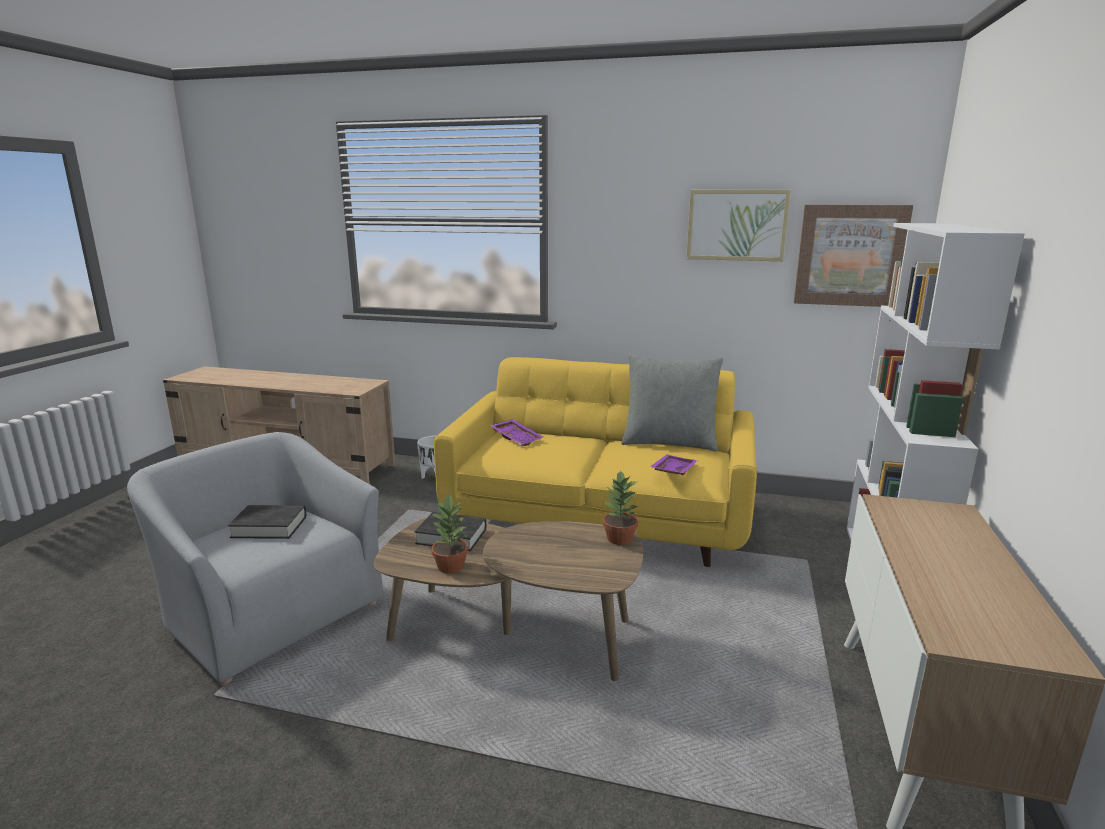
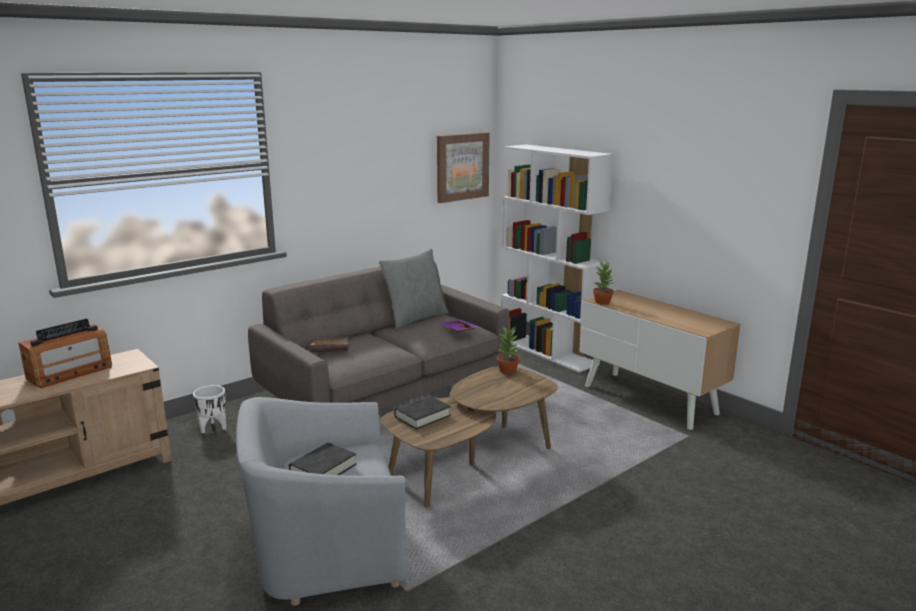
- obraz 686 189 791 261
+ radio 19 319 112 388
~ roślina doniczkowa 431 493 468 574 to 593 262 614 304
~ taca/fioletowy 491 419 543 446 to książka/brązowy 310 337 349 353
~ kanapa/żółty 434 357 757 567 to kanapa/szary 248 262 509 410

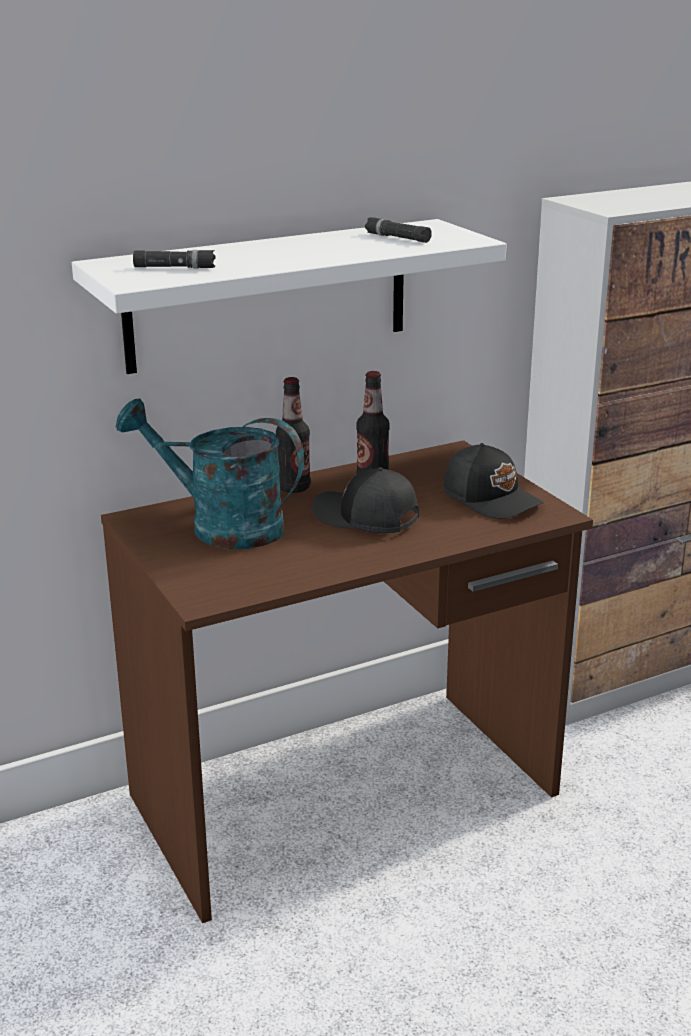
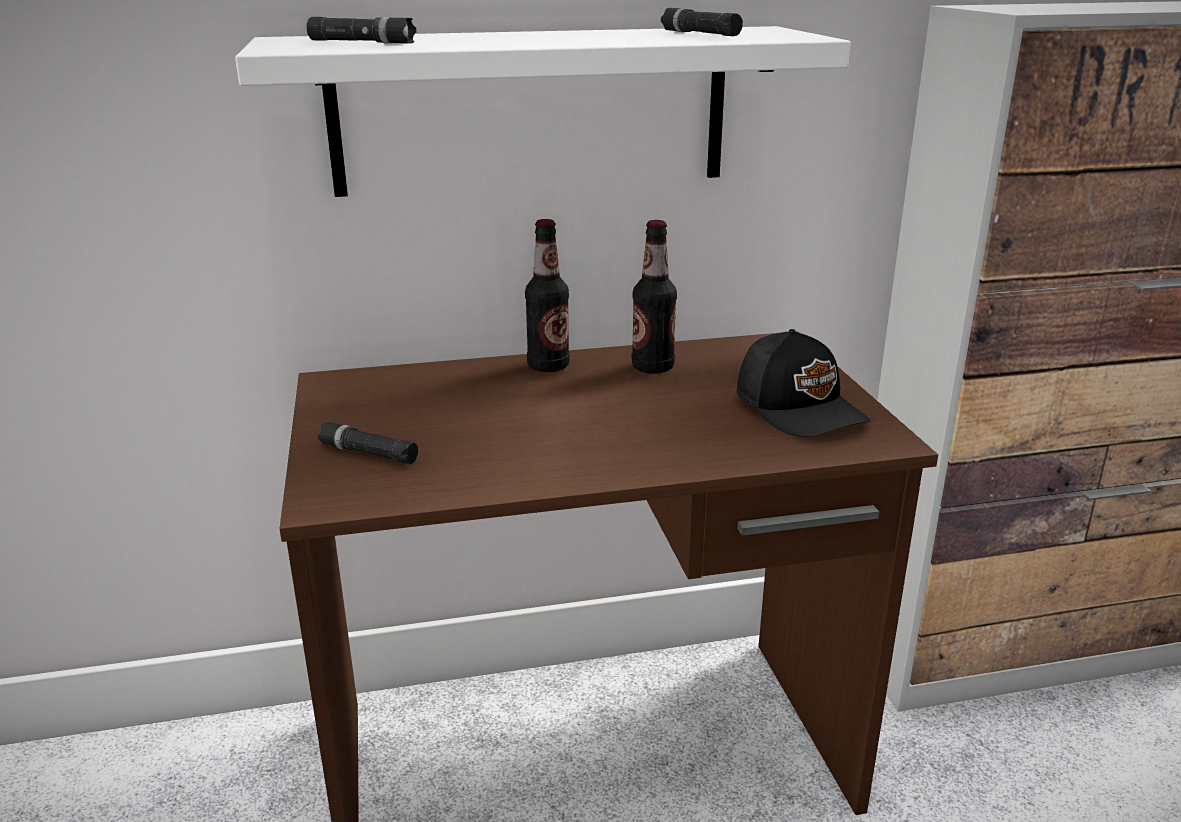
- konewka/turkusowy 116 399 304 549
- czapka z daszkiem/czarny 312 467 419 533
+ latarka/czarny 317 422 418 464

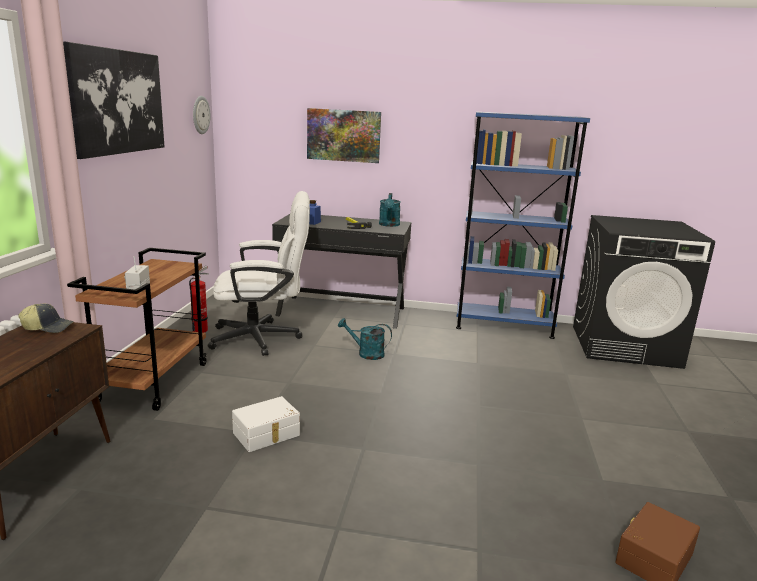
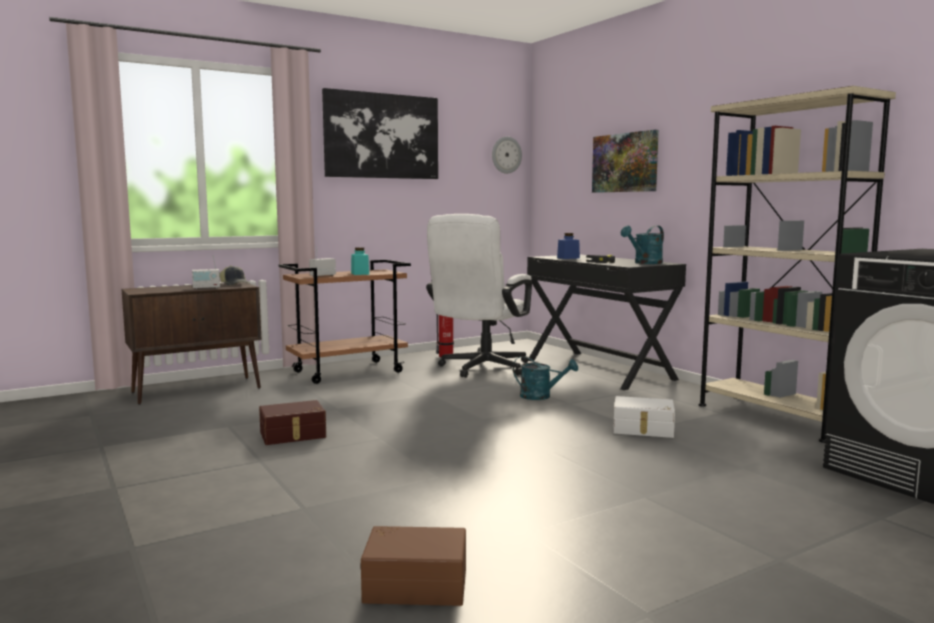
+ radio 192 255 220 289
+ pojemnik do przechowywania/brązowy 259 400 326 445
+ słoik/turkusowy 351 247 369 275
~ pojemnik do przechowywania/biały 232 396 300 452 to 613 396 675 438
~ regał/niebieski 456 112 590 339 to regał/beżowy 698 86 896 443
~ krzesło biurowe/biały 208 191 310 356 = 426 214 532 378 75 degrees clockwise
~ konewka/turkusowy 338 318 392 360 = 513 356 578 400 135 degrees clockwise

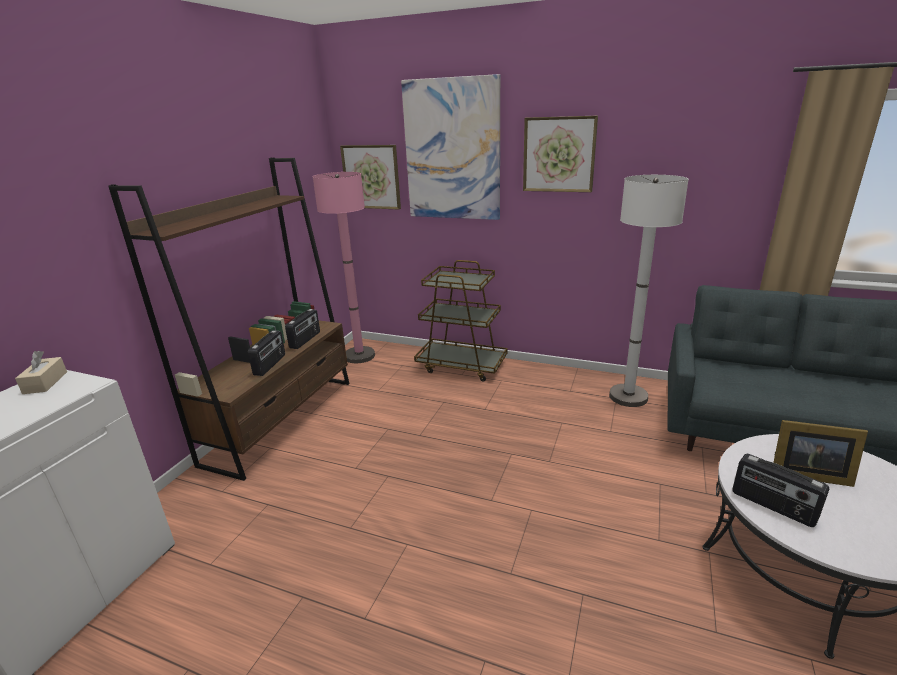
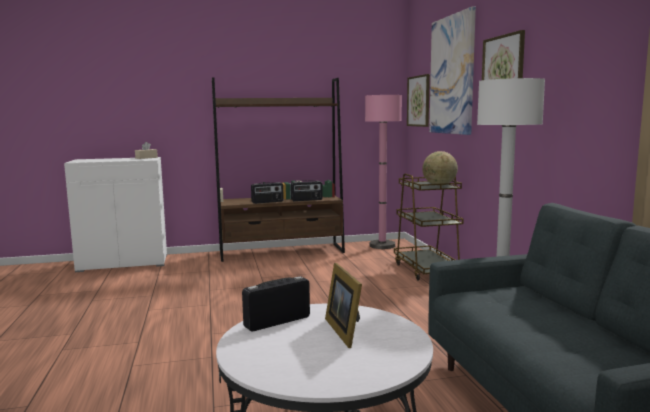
+ globus 422 151 458 186
~ radio 732 454 829 527 = 242 276 310 332 45 degrees clockwise

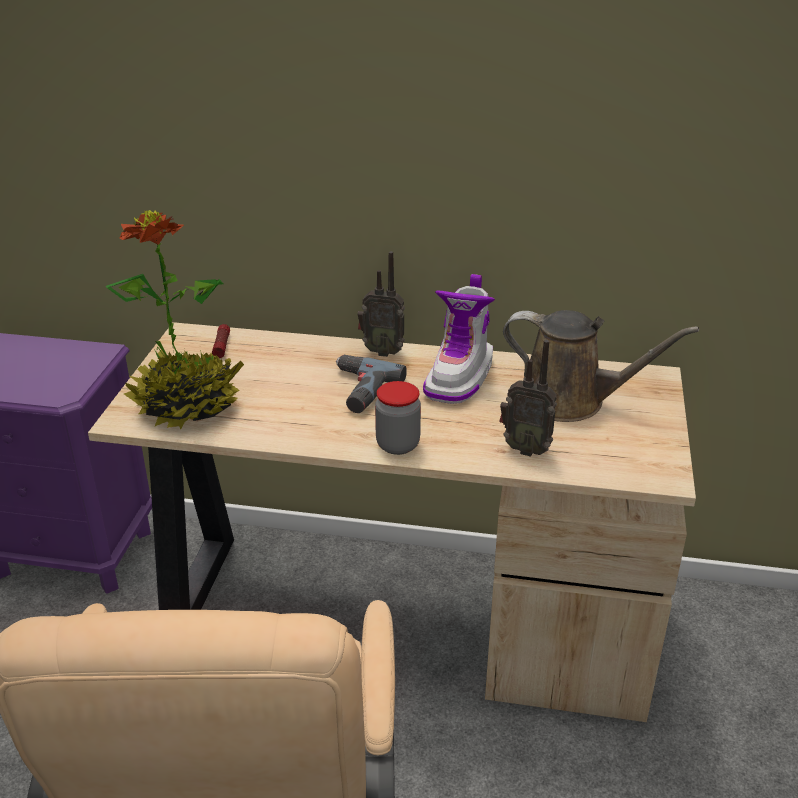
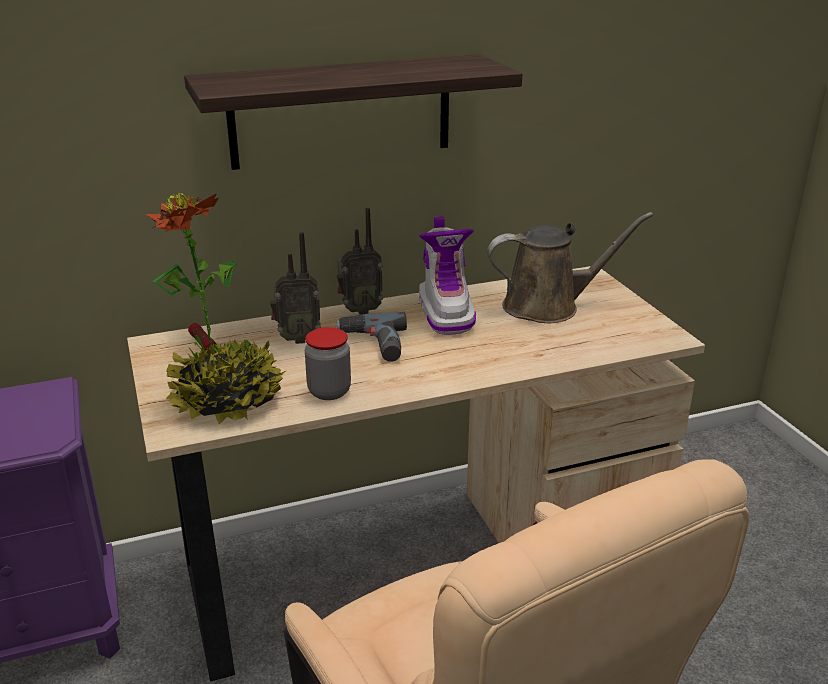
+ półka 184 54 522 170
~ słoik 375 381 421 455 to 305 327 351 400
~ radio 499 340 557 457 to 270 232 321 344

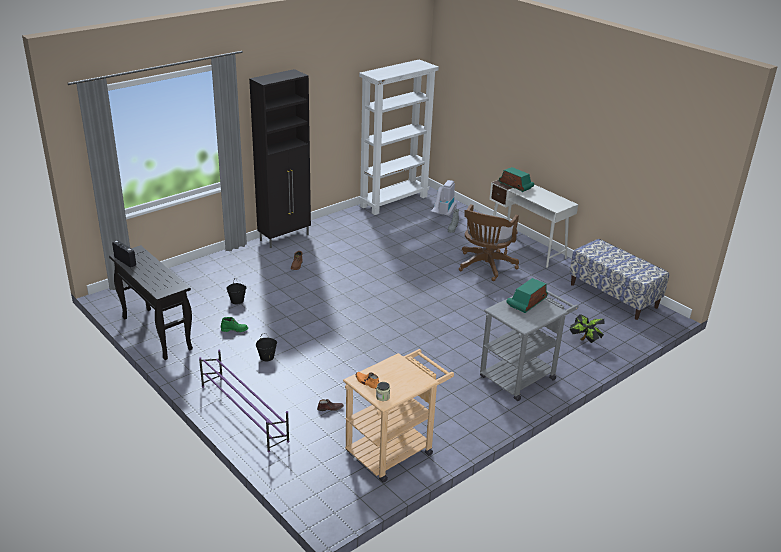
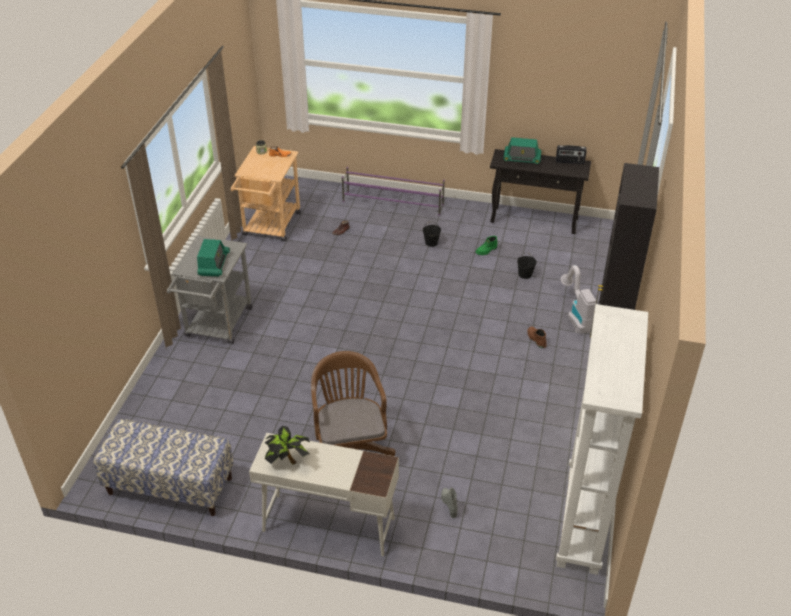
~ odkurzacz 431 180 457 216 to 561 265 596 334
~ radio 499 167 534 192 to 503 137 541 164
~ roślina doniczkowa 570 314 605 343 to 264 426 310 465

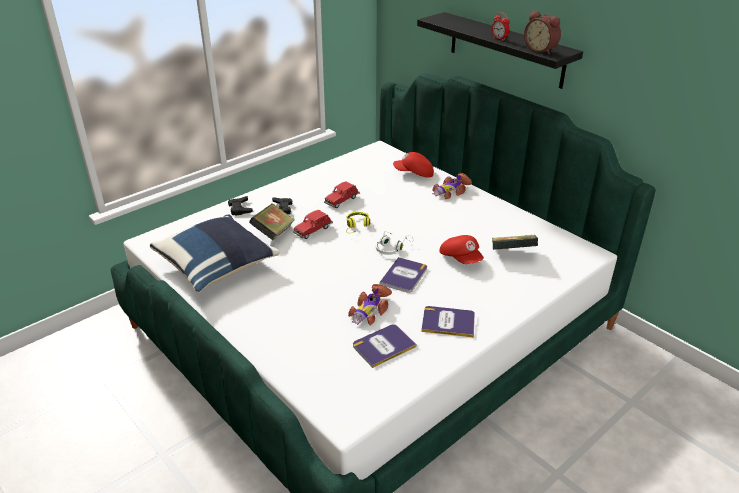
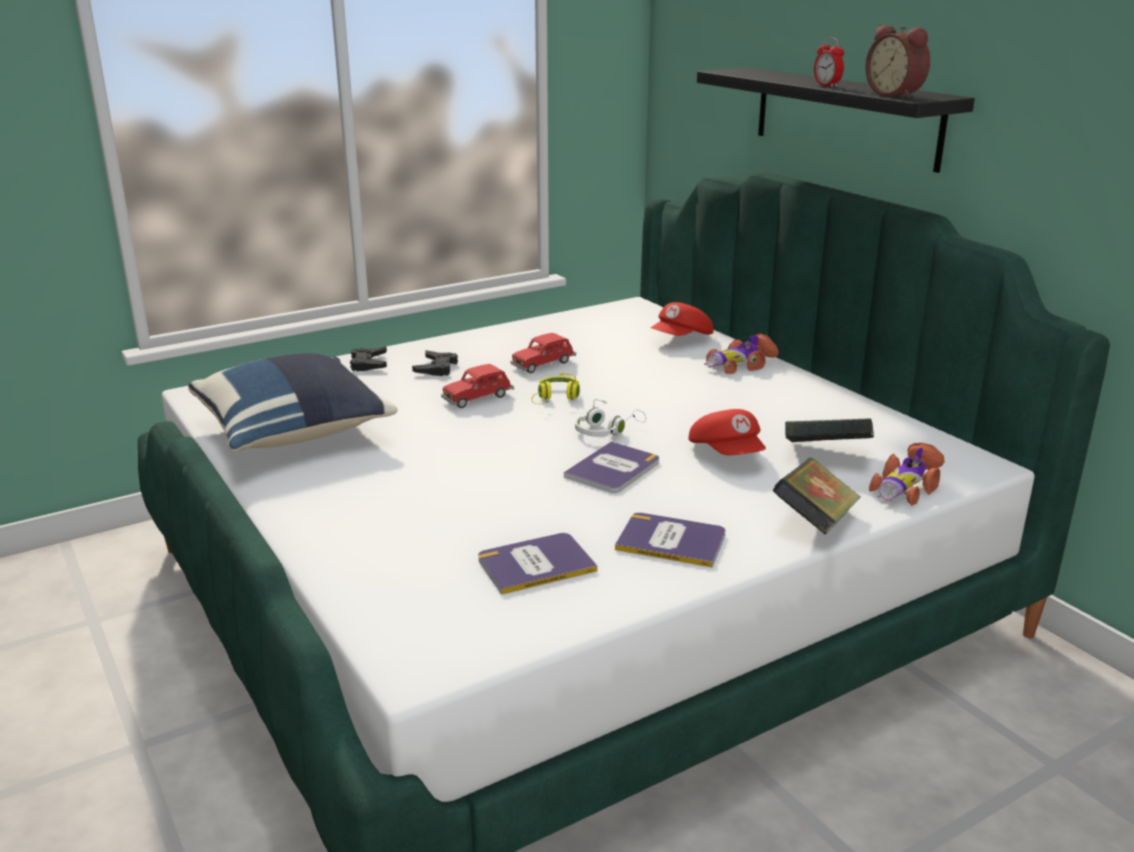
~ książka 249 203 295 240 to 772 458 861 534
~ samochodzik 348 284 392 326 to 869 443 945 506
~ czapka z daszkiem/czerwony 393 152 434 177 = 651 302 713 336 60 degrees counterclockwise

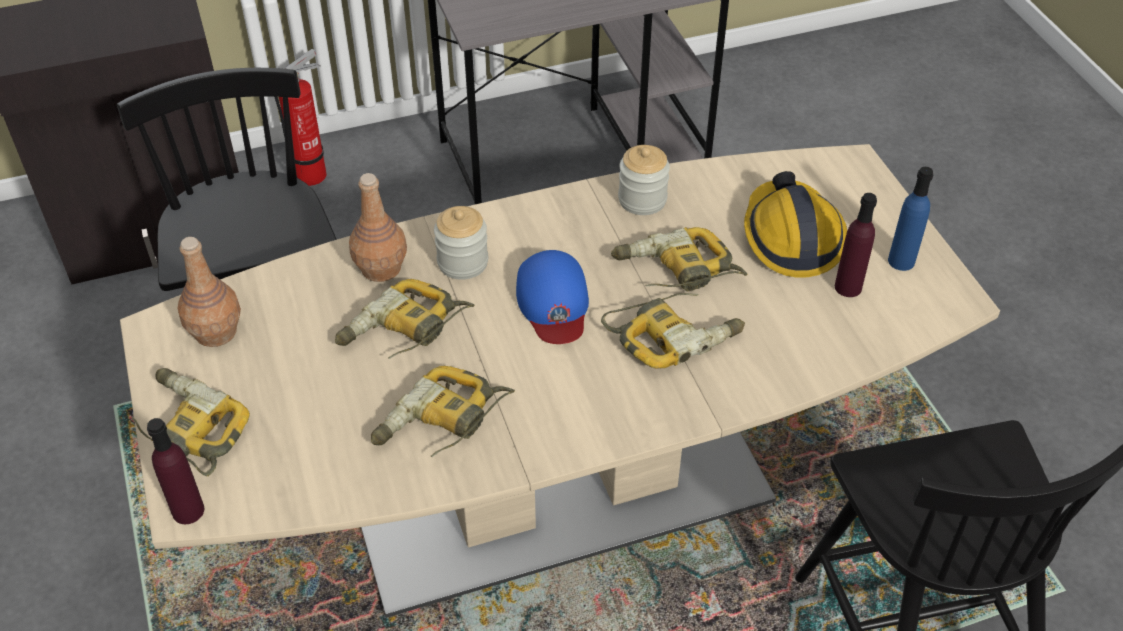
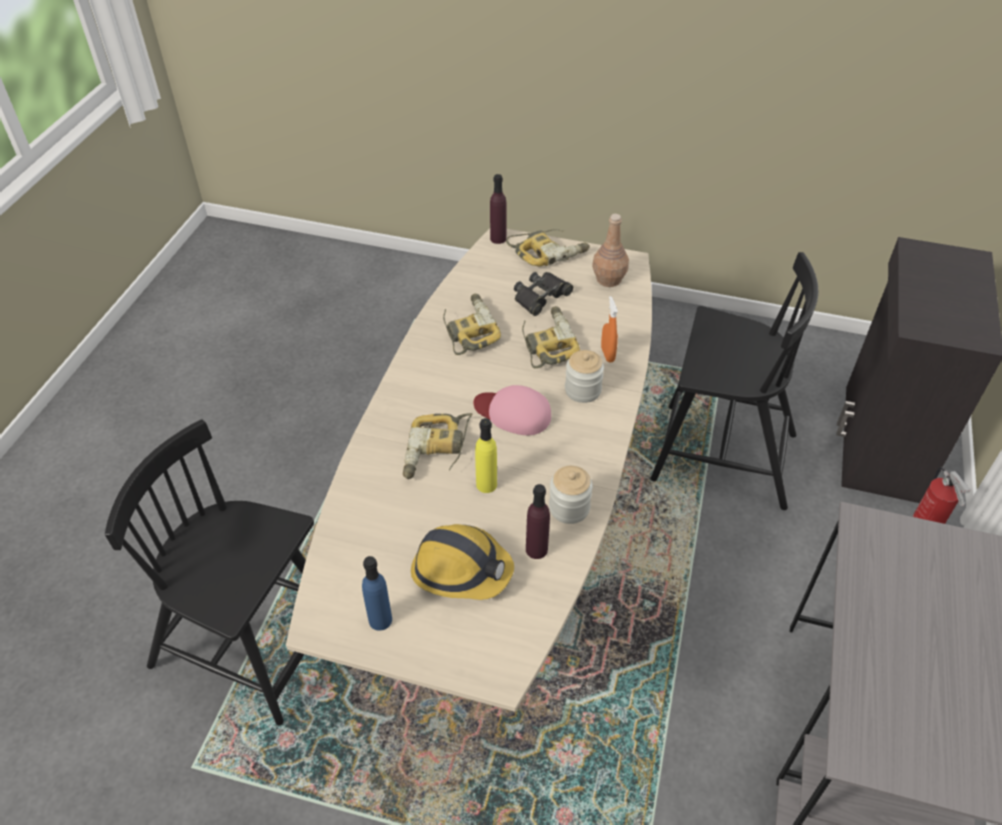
+ lornetka/czarny 514 272 573 316
~ butelka/fioletowy 835 193 877 297 to 526 484 550 559
~ butelka/brązowy 349 173 407 282 to spryskiwacz/pomarańczowy 601 296 618 362
~ wiertarka 611 227 747 291 to butelka/żółty 475 418 497 493
~ czapka z daszkiem/niebieski 516 250 589 344 to czapka z daszkiem/różowy 474 385 551 435

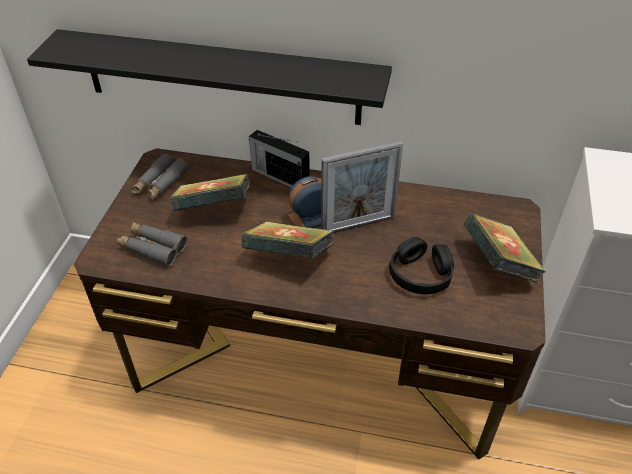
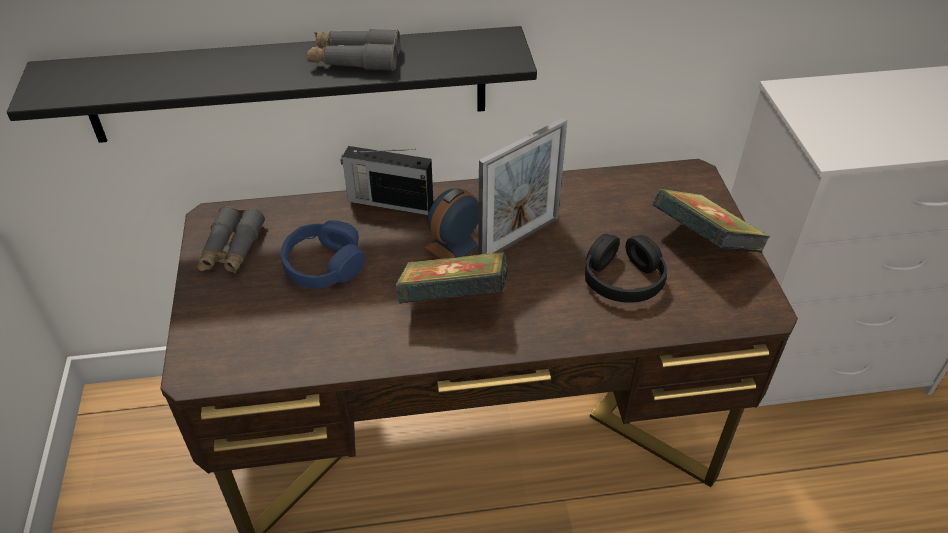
~ lornetka/szary 117 222 187 267 to 306 29 400 71
~ książka 170 174 250 211 to słuchawki/niebieski 281 220 365 289

